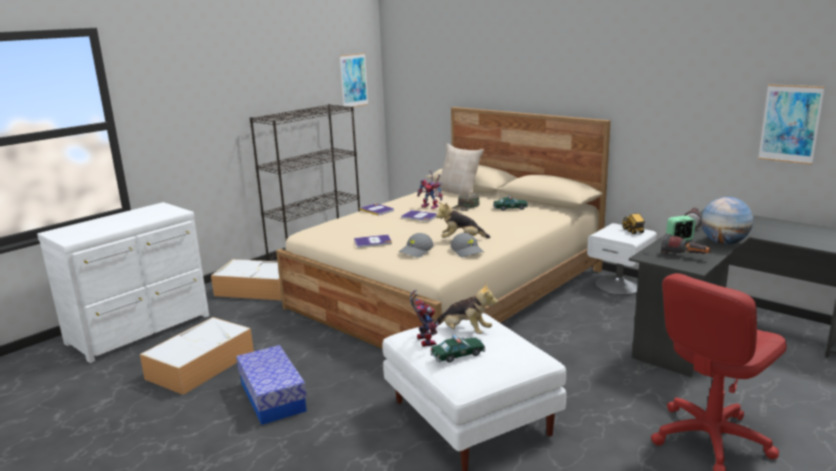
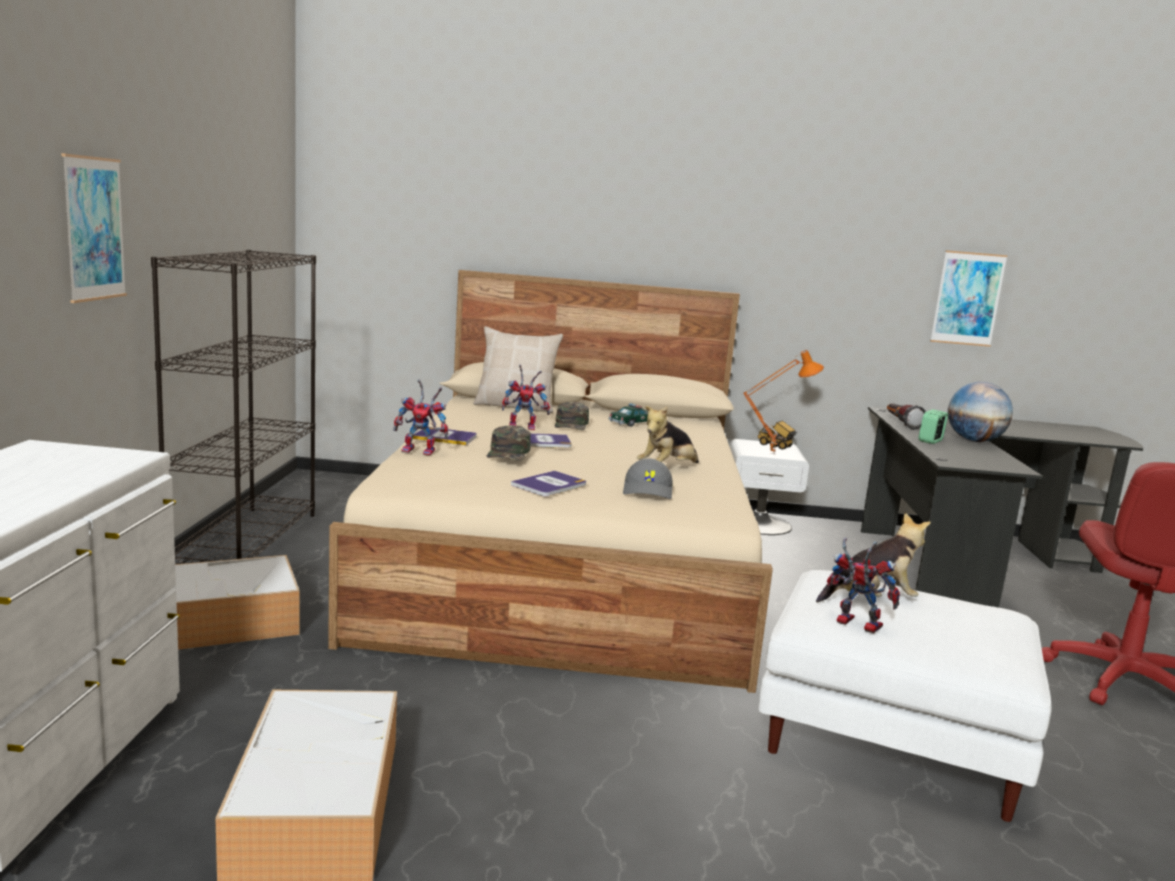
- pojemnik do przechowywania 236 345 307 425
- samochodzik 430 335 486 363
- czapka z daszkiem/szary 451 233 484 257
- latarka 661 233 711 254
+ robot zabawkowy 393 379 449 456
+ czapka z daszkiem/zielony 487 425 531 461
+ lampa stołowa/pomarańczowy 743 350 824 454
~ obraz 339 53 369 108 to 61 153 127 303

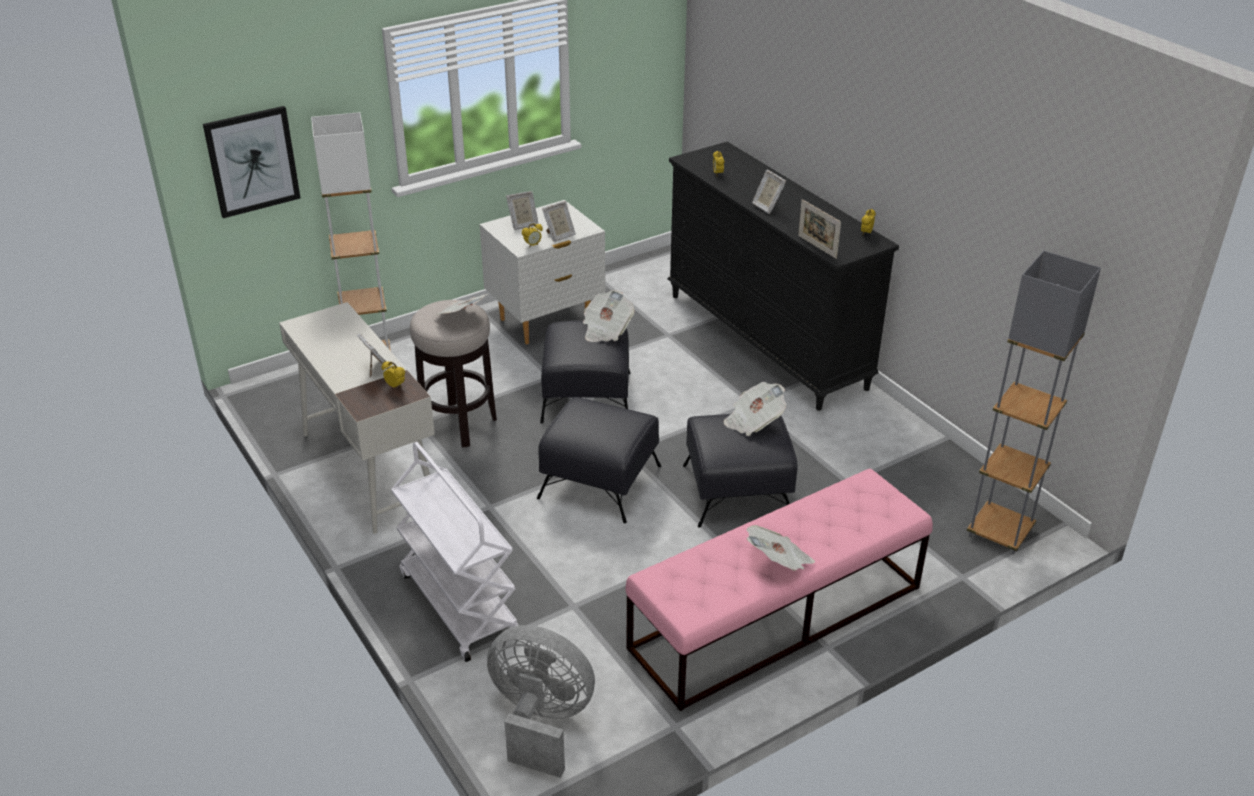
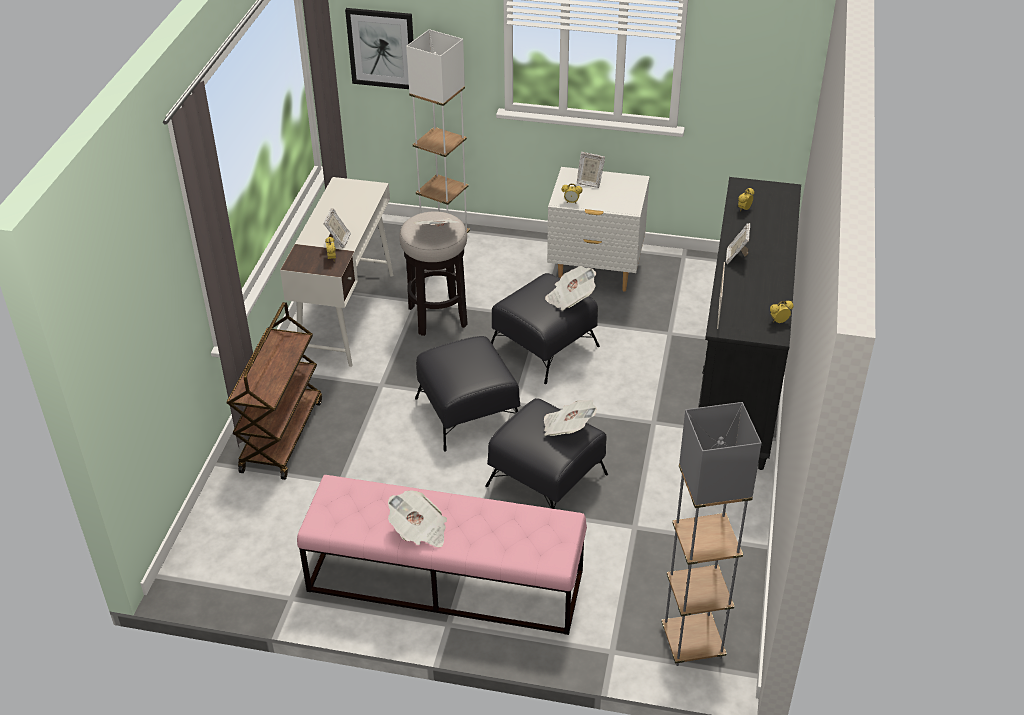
- wentylator/szary 487 625 595 778
- ramka na zdjęcie 542 201 576 242
~ wózek/biały 391 442 518 662 to wózek/brązowy 227 302 322 480

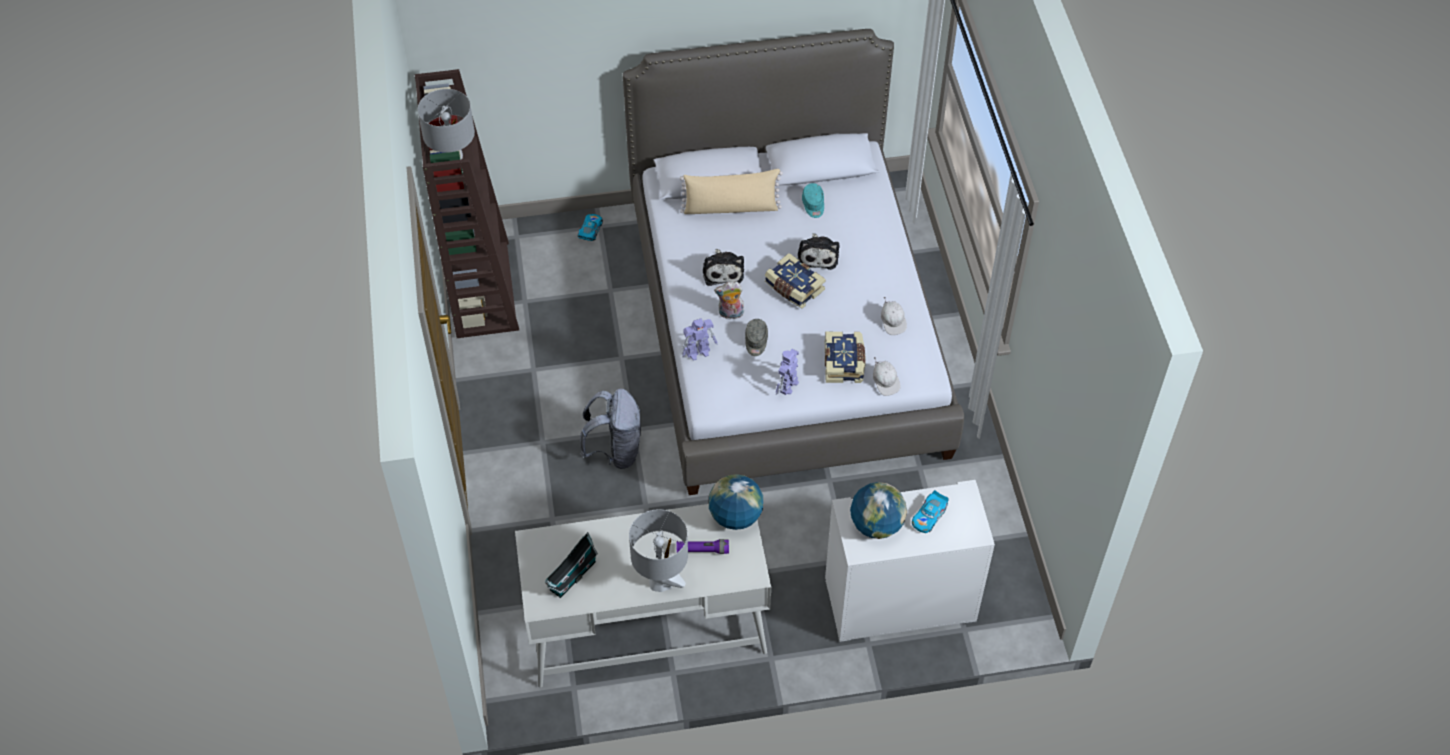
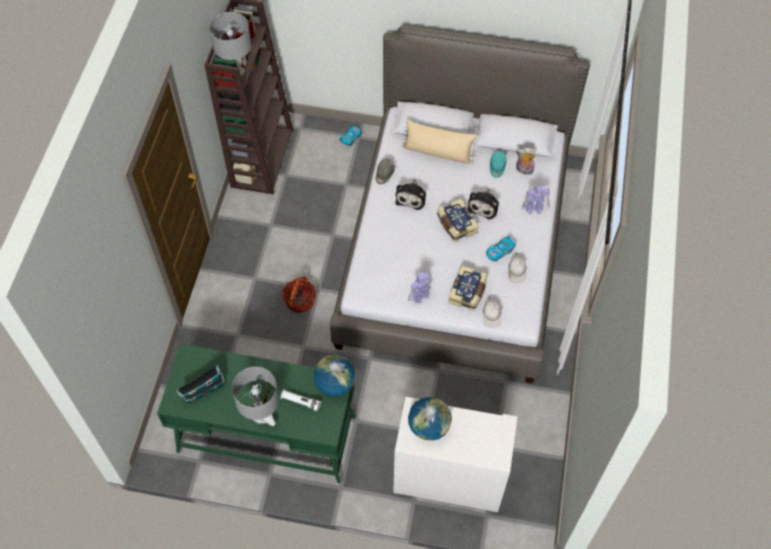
~ robot zabawkowy 682 318 718 361 to 522 186 550 214
~ pluszak 714 281 744 321 to 516 147 536 175
~ czapka z daszkiem/szary 745 319 768 356 to 376 159 395 184
~ samochodzik 912 490 949 533 to 486 236 516 261
~ plecak/szary 580 389 641 469 to koszyk 282 276 316 313
~ biurko/biały 515 504 771 688 to biurko/zielony 157 344 355 483
~ latarka/fioletowy 677 539 729 554 to latarka/biały 281 390 321 411

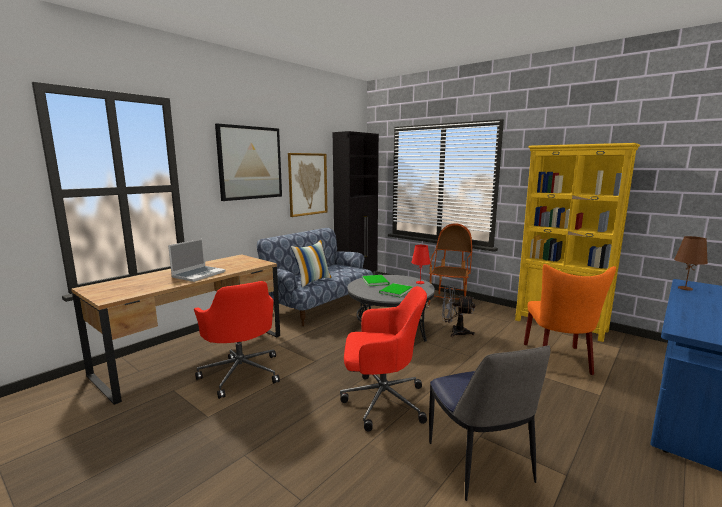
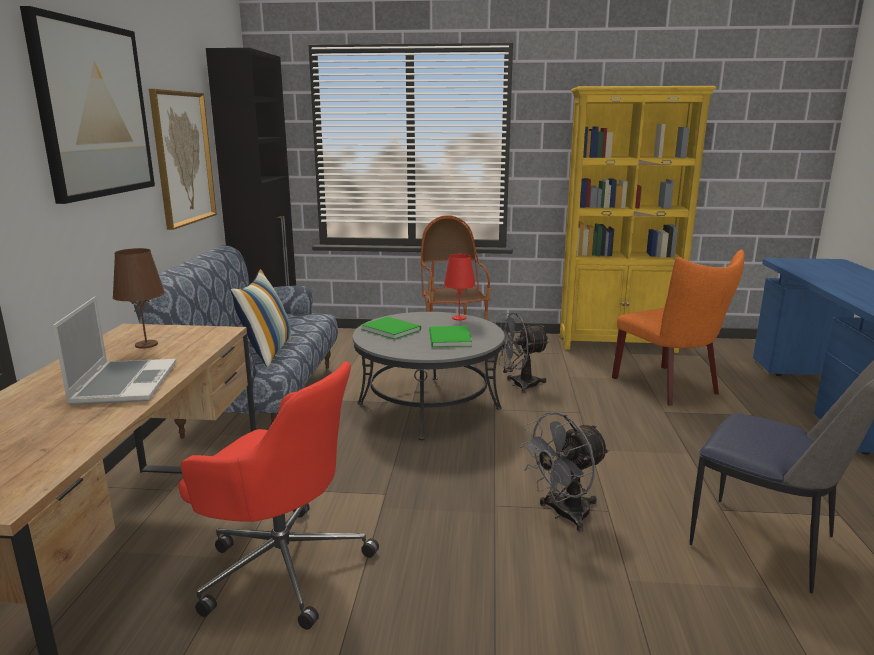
~ lampa stołowa/brązowy 674 236 708 291 to 112 248 165 349
~ krzesło biurowe/czerwony 340 286 427 432 to wentylator/szary 519 412 609 532

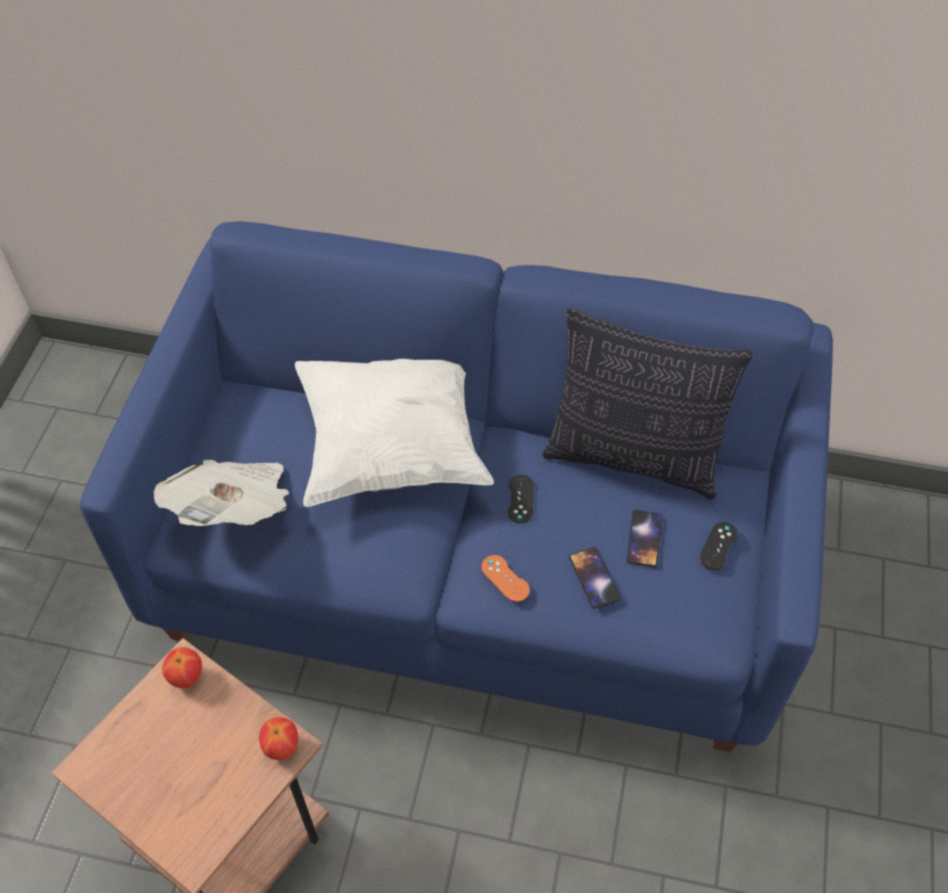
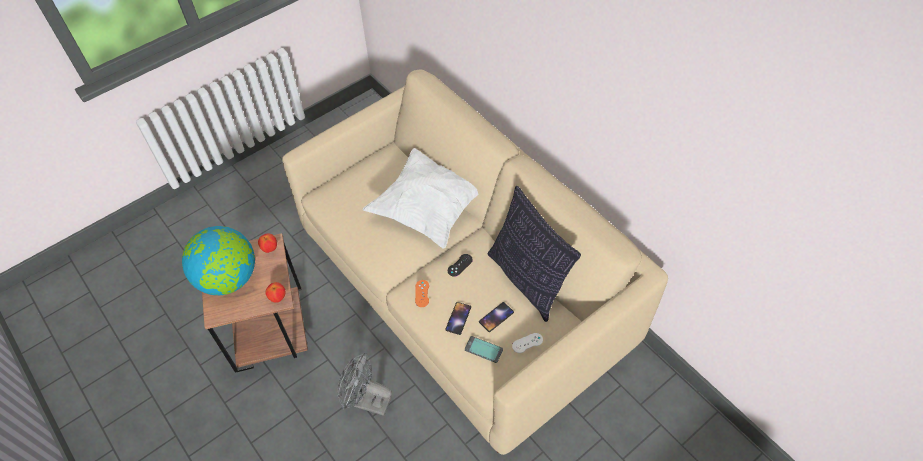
- gazeta 154 459 289 526
+ globus 182 226 255 295
+ wentylator/szary 337 353 392 416
+ telefon 465 336 503 363
~ kanapa/niebieski 80 221 833 752 to kanapa/beżowy 282 70 668 455
~ pad do gier/czarny 700 522 737 570 to pad do gier/biały 512 333 543 353

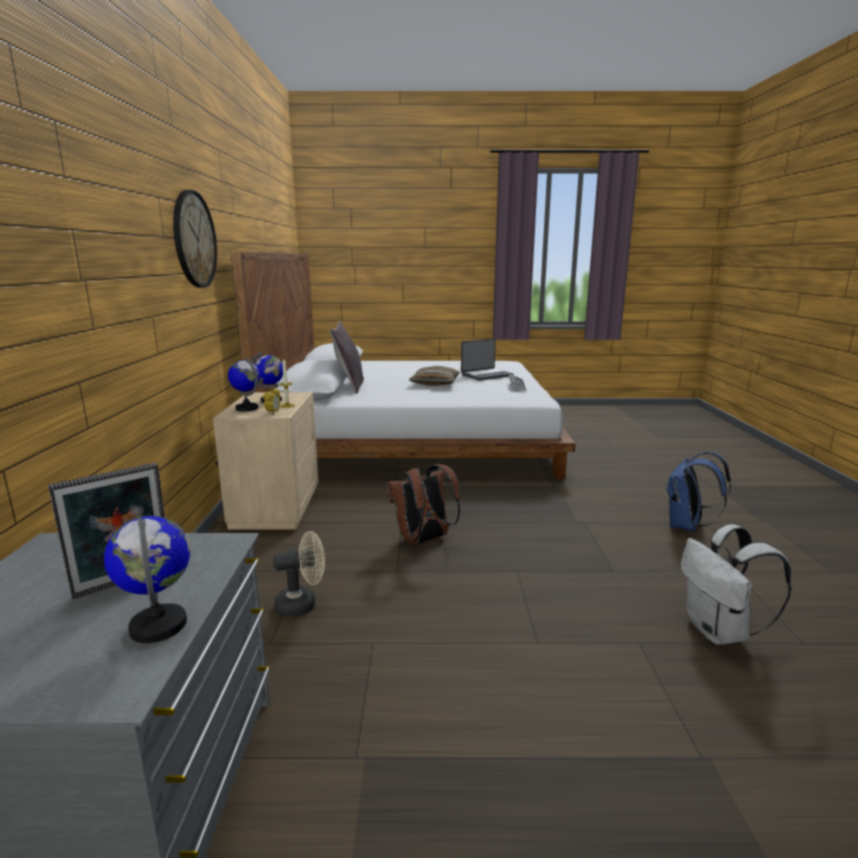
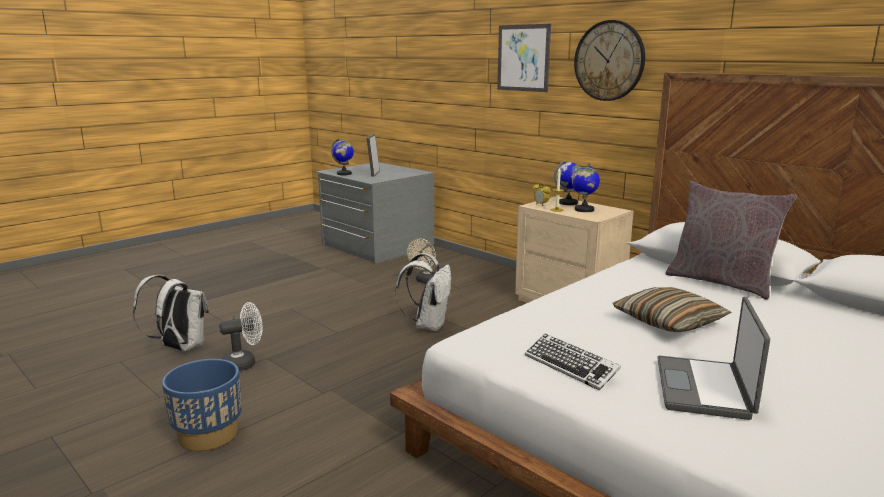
+ wentylator/biały 219 302 263 371
+ obraz 497 24 551 92
~ plecak/niebieski 666 452 731 531 to donica/niebieski 162 359 242 451
~ plecak/brązowy 387 464 460 545 to plecak/biały 395 253 451 332

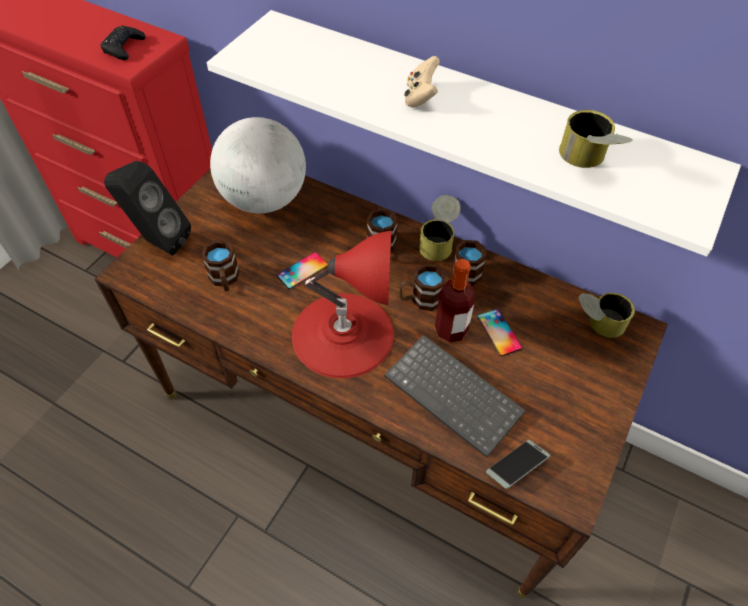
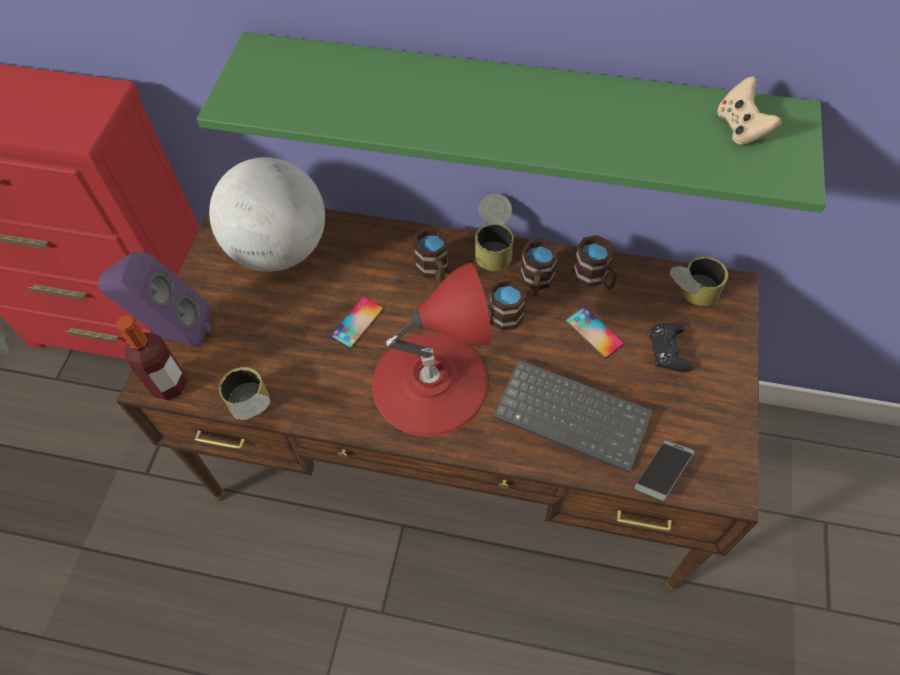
~ pad do gier/czarny 100 26 145 60 to 650 323 693 372
~ kubek/brązowy 201 240 240 291 to 573 235 618 290
~ pad do gier/beżowy 404 56 440 108 to 717 76 782 145
~ butelka 435 259 476 343 to 116 315 188 401
~ puszka 559 110 633 168 to 219 367 271 420
~ głośnik/czarny 104 161 191 256 to głośnik/fioletowy 98 252 211 348
~ półka/biały 207 10 741 257 to półka/zielony 197 32 826 213

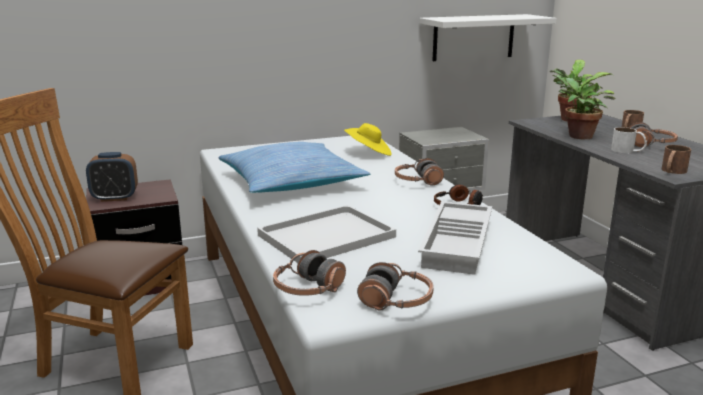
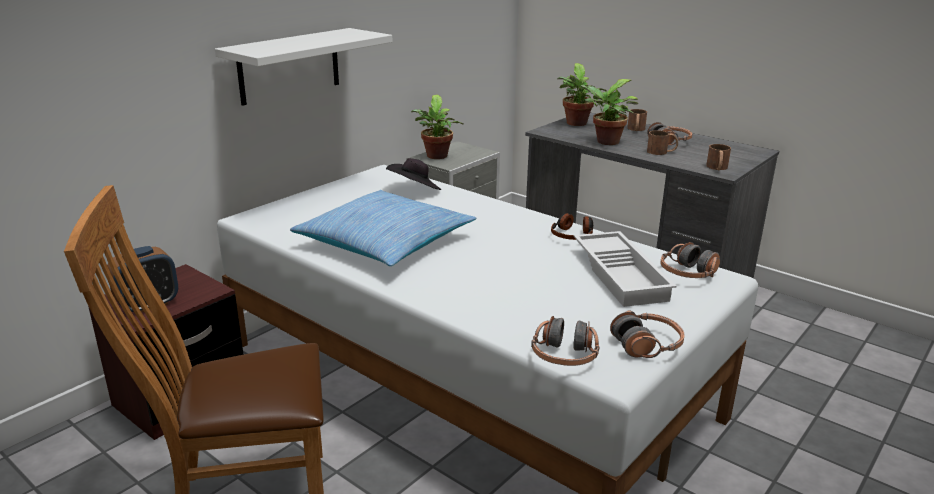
- taca/biały 257 205 396 263
+ roślina doniczkowa 411 95 463 159
~ słuchawki 395 158 444 185 to 660 242 720 278
~ półka/biały 420 14 557 61 to 215 28 392 106
~ kapelusz/żółty 344 123 392 156 to kapelusz/czarny 386 158 441 190
~ kubek/biały 611 127 647 153 to kubek/brązowy 647 130 678 155

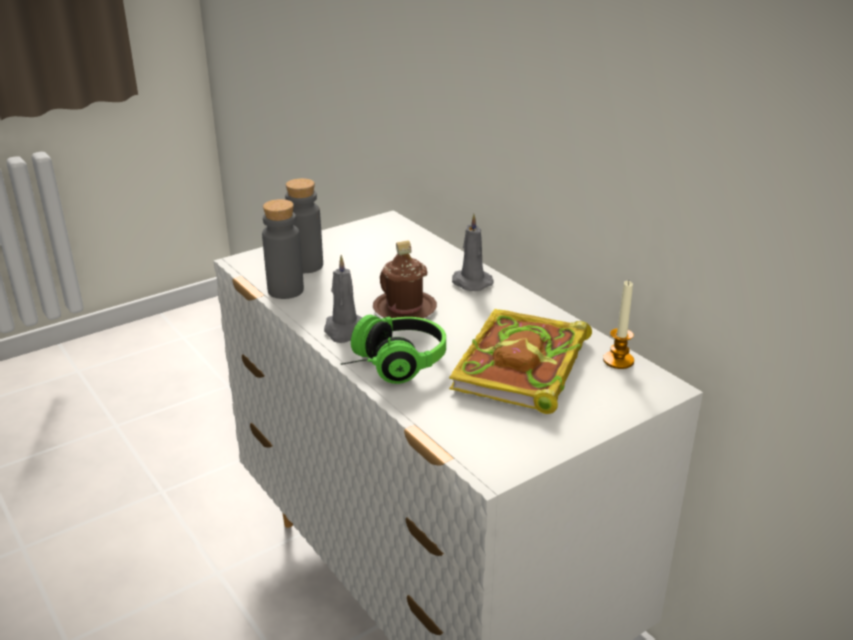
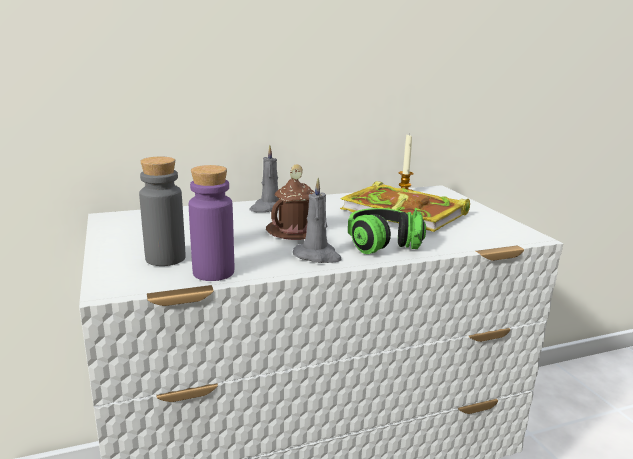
~ butelka/szary 262 199 304 299 to butelka/fioletowy 189 165 234 281

